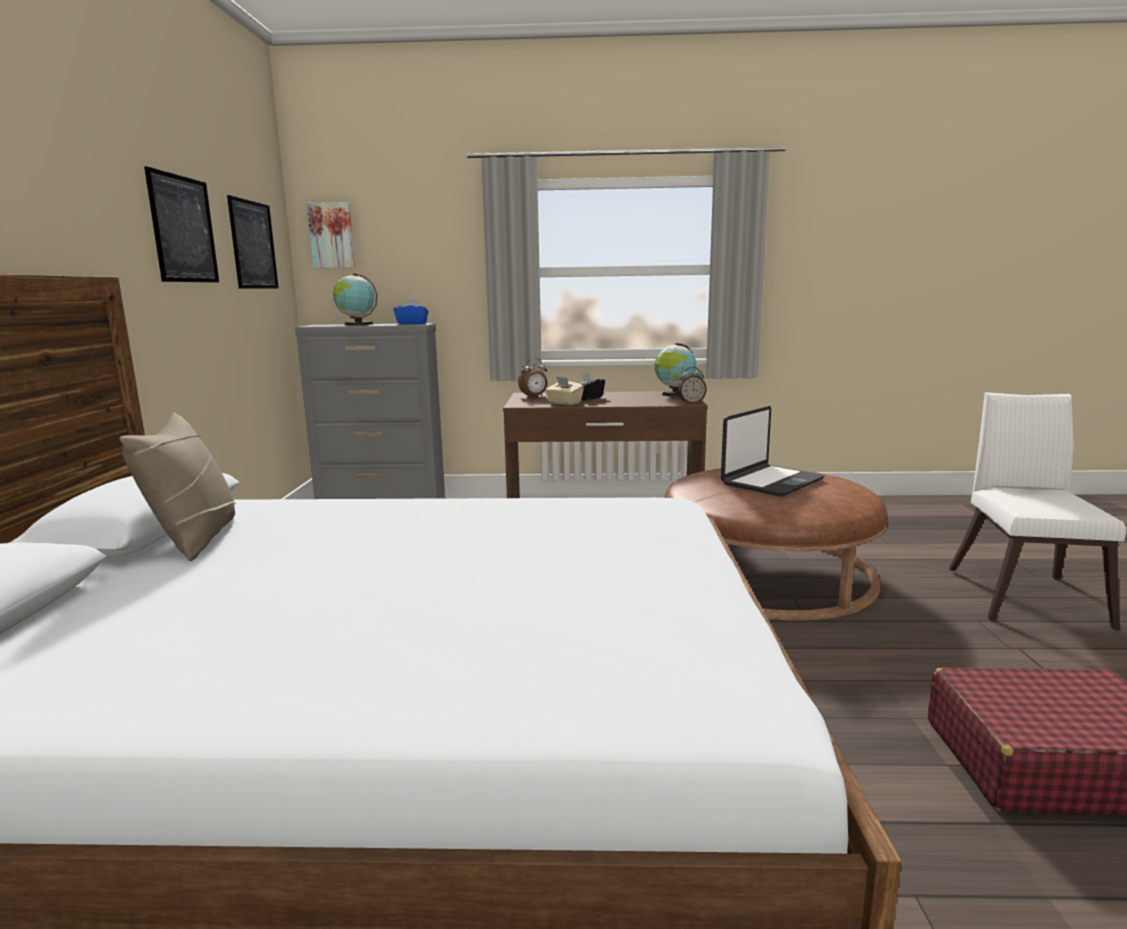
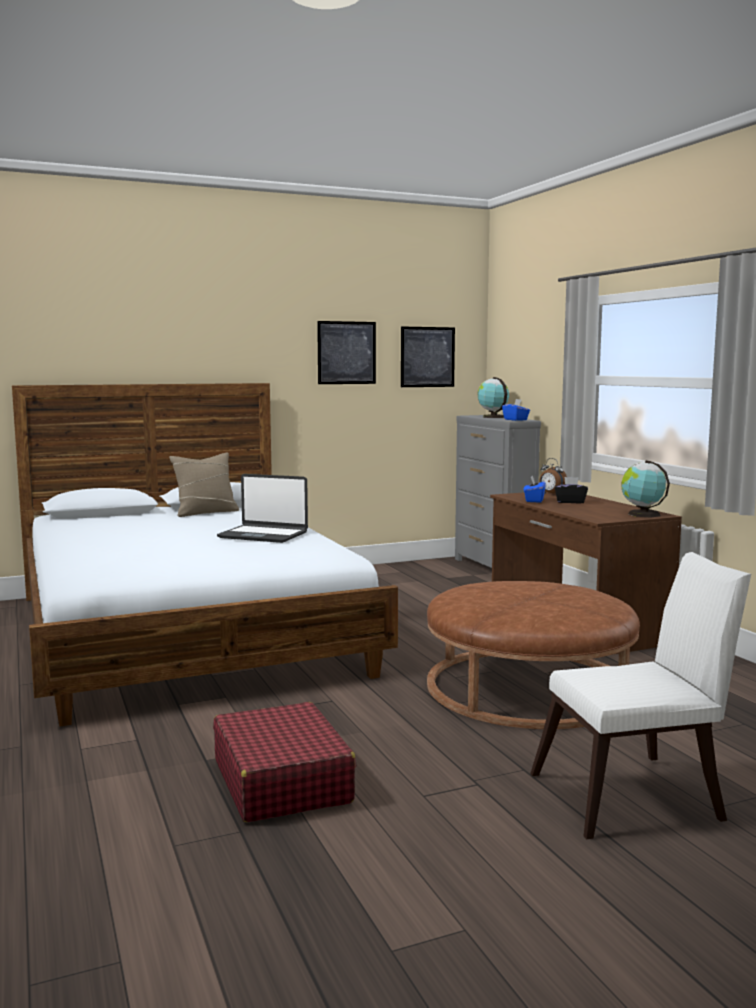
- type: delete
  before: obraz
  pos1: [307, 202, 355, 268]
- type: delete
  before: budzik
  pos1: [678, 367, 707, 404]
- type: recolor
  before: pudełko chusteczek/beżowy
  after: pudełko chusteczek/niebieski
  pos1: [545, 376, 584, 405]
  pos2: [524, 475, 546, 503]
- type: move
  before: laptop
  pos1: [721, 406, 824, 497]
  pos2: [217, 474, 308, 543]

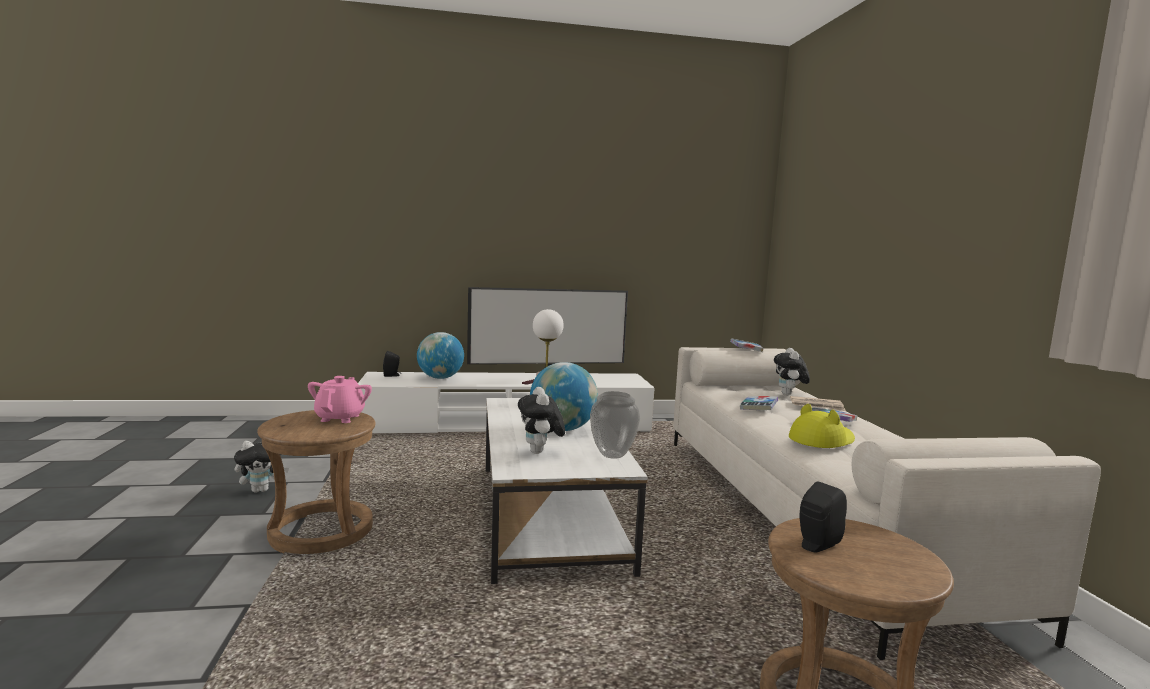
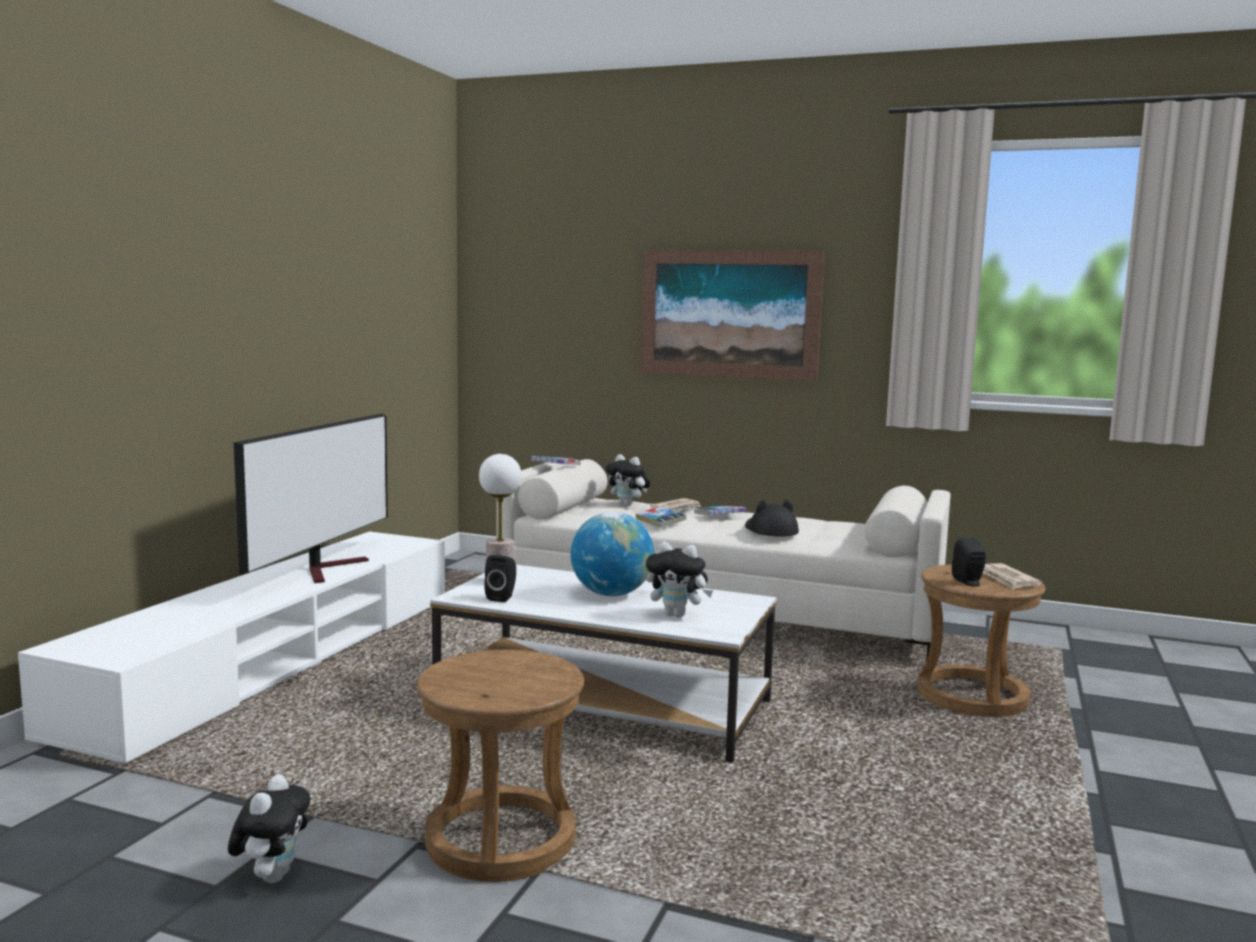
- type: delete
  before: globus
  pos1: [417, 332, 464, 379]
- type: move
  before: głośnik/czarny
  pos1: [383, 351, 400, 377]
  pos2: [484, 555, 516, 602]
- type: delete
  before: imbryk/różowy
  pos1: [308, 376, 372, 423]
- type: delete
  before: wazon
  pos1: [590, 391, 640, 459]
- type: recolor
  before: kapelusz/żółty
  after: kapelusz/czarny
  pos1: [789, 404, 855, 448]
  pos2: [745, 500, 799, 537]
- type: insert
  after: obraz
  pos2: [640, 250, 824, 381]
- type: insert
  after: gazeta
  pos2: [983, 563, 1042, 590]

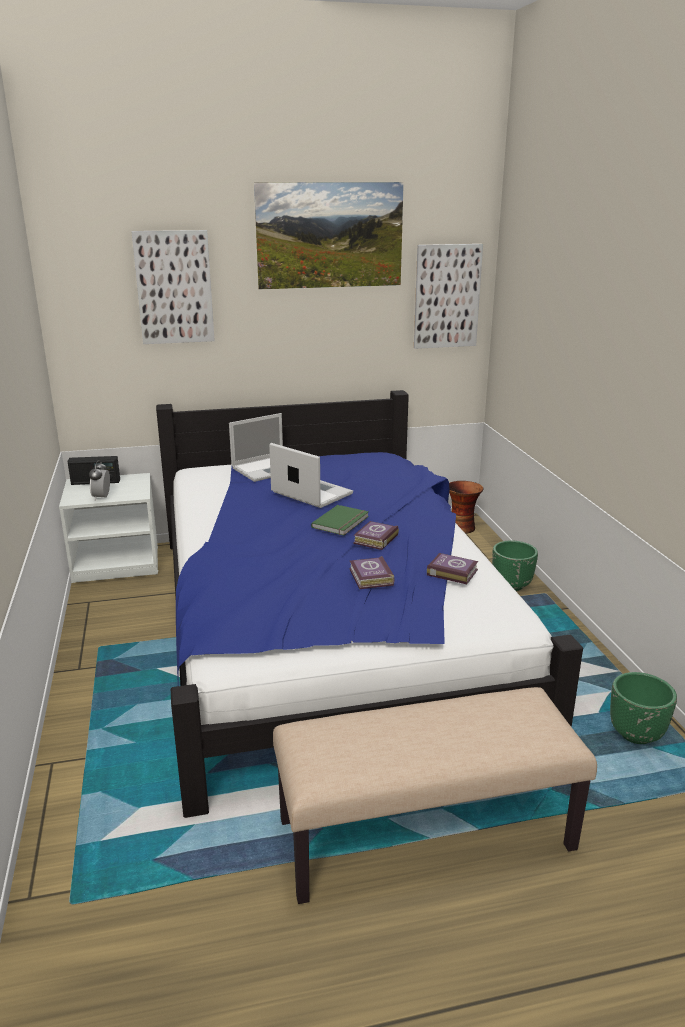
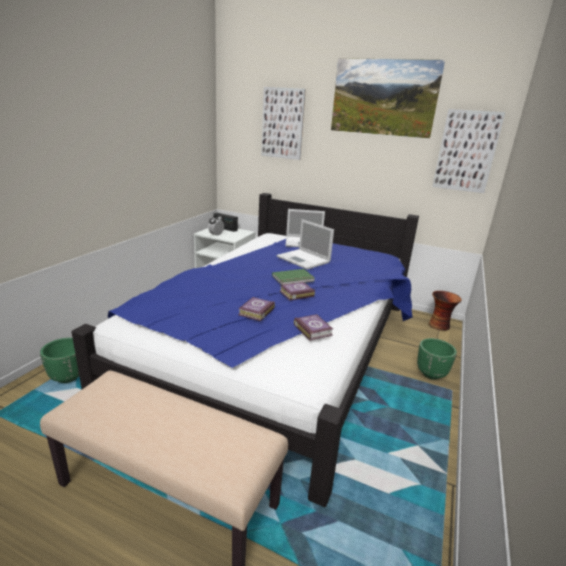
- type: rotate
  before: laptop
  pos1: [269, 443, 353, 508]
  pos2: [277, 219, 334, 270]
  turn: 150
- type: move
  before: donica/zielony
  pos1: [610, 672, 677, 744]
  pos2: [40, 338, 79, 383]

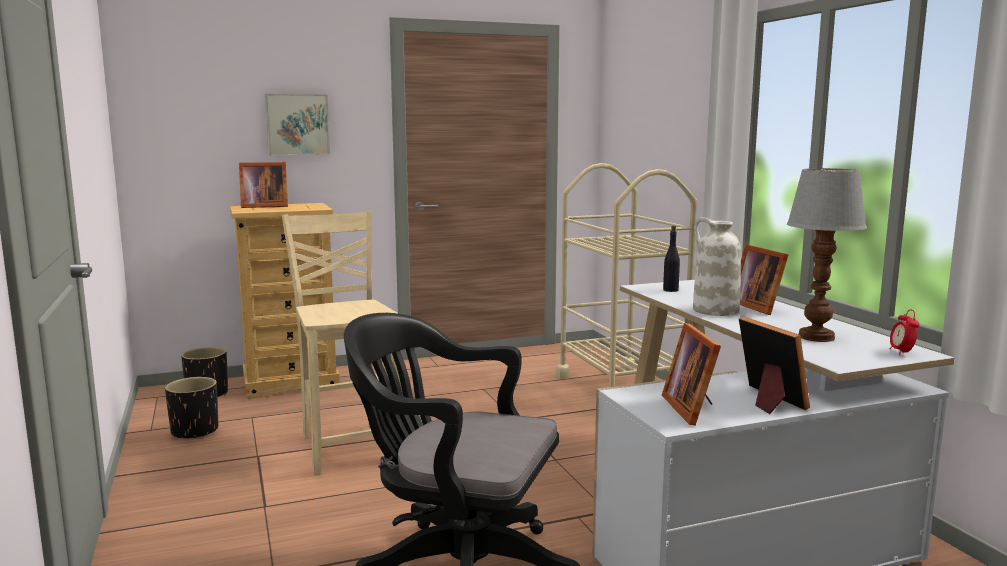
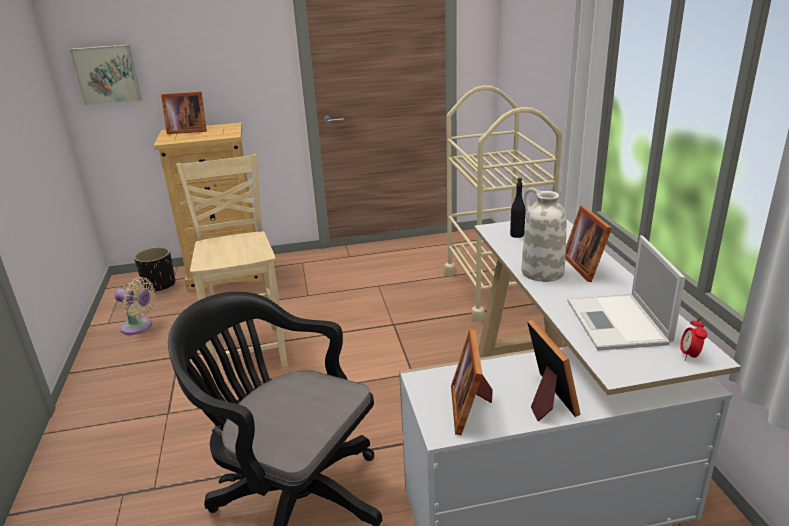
- type: move
  before: obraz
  pos1: [265, 94, 330, 156]
  pos2: [70, 44, 142, 106]
- type: replace
  before: lampa stołowa
  after: laptop
  pos1: [787, 168, 867, 342]
  pos2: [568, 235, 685, 351]
- type: replace
  before: donica/czarny
  after: wentylator/beżowy
  pos1: [165, 377, 218, 439]
  pos2: [115, 277, 155, 335]

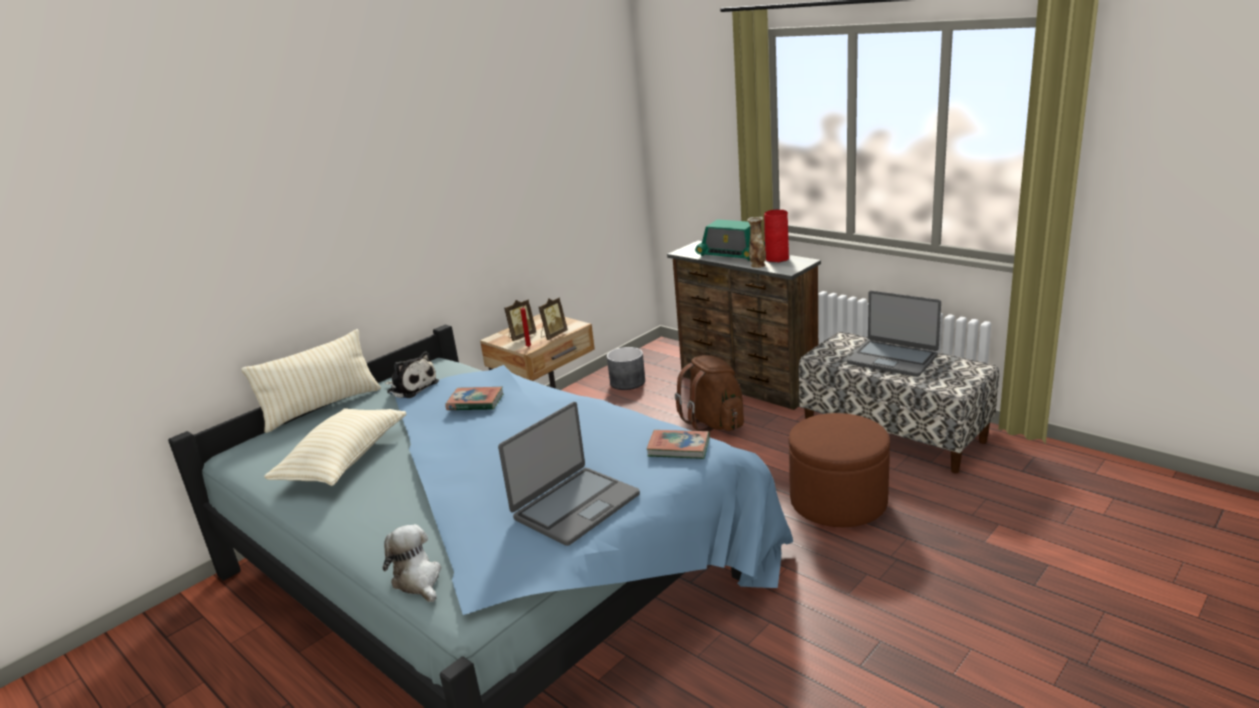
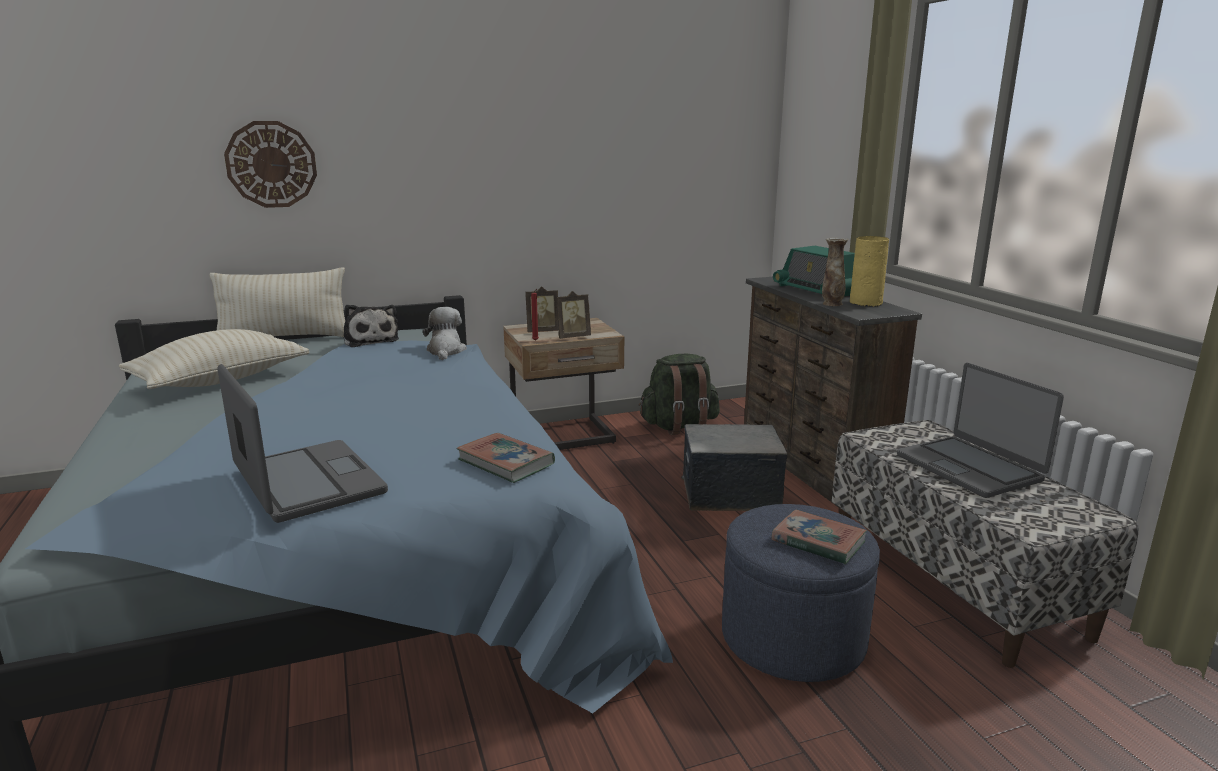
- type: recolor
  before: wazon/czerwony
  after: wazon/żółty
  pos1: [764, 210, 789, 262]
  pos2: [850, 236, 889, 307]
- type: replace
  before: donica/szary
  after: plecak/zielony
  pos1: [607, 347, 645, 390]
  pos2: [639, 354, 720, 435]
- type: replace
  before: plecak/brązowy
  after: pojemnik do przechowywania
  pos1: [675, 355, 744, 432]
  pos2: [681, 424, 788, 511]
- type: move
  before: książka
  pos1: [445, 387, 504, 410]
  pos2: [771, 509, 867, 564]
- type: rotate
  before: laptop
  pos1: [498, 402, 640, 546]
  pos2: [218, 364, 388, 523]
  turn: -105
- type: recolor
  before: pufa/brązowy
  after: pufa/niebieski
  pos1: [789, 413, 890, 527]
  pos2: [722, 504, 880, 682]
- type: move
  before: pluszak
  pos1: [383, 524, 441, 602]
  pos2: [423, 307, 467, 360]
- type: insert
  after: zegar ścienny
  pos2: [224, 121, 317, 208]

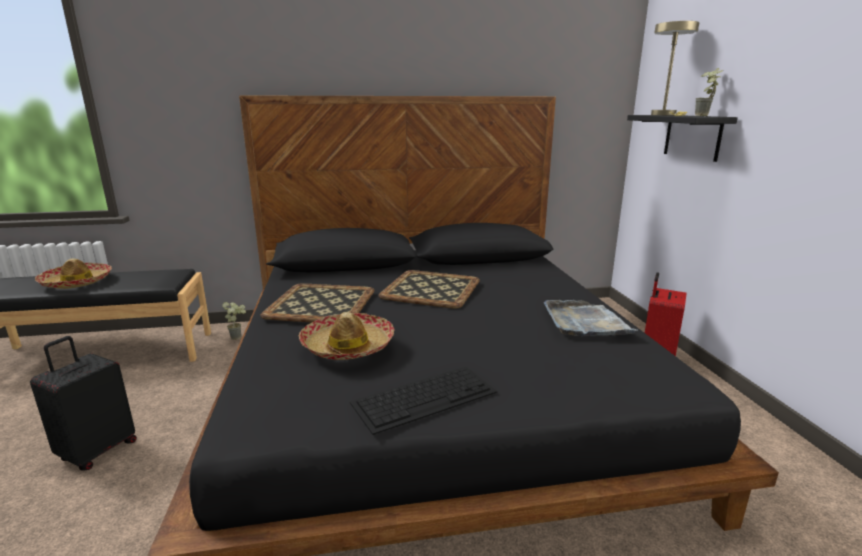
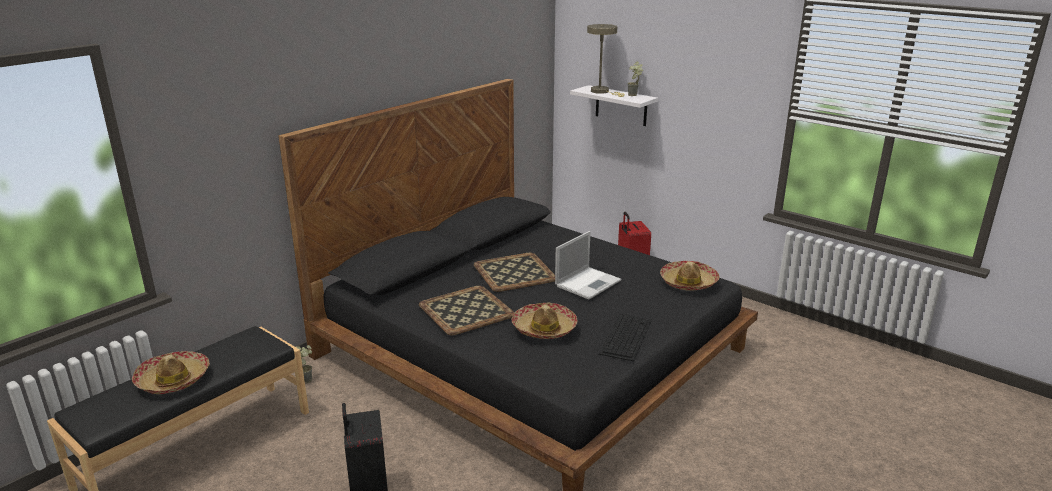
- type: recolor
  before: półka/czarny
  after: półka/biały
  pos1: [627, 115, 738, 162]
  pos2: [570, 85, 658, 126]
- type: delete
  before: taca/szary
  pos1: [544, 300, 639, 336]
- type: insert
  after: laptop
  pos2: [555, 231, 621, 299]
- type: insert
  after: kapelusz
  pos2: [660, 261, 719, 291]

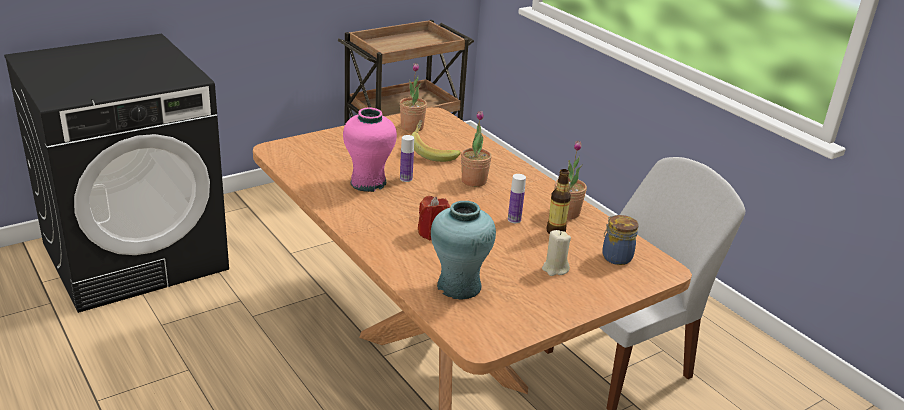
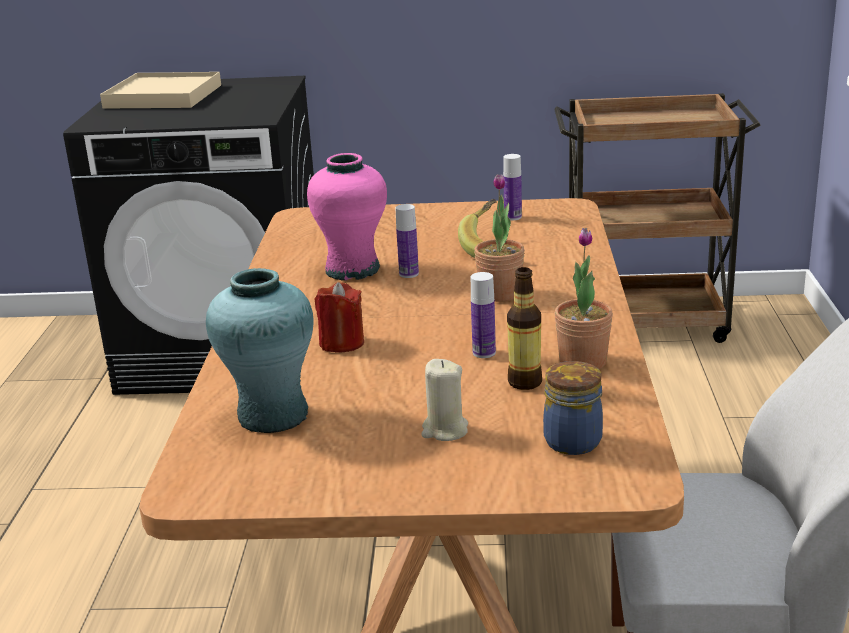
- type: replace
  before: roślina doniczkowa
  after: butelka
  pos1: [400, 63, 427, 132]
  pos2: [503, 154, 522, 220]
- type: insert
  after: taca/beżowy
  pos2: [100, 72, 221, 109]

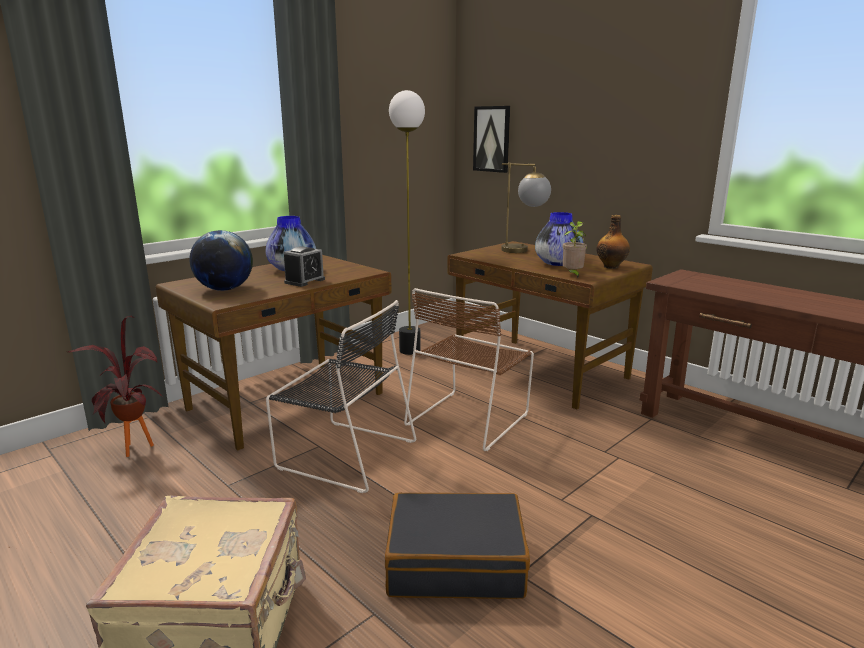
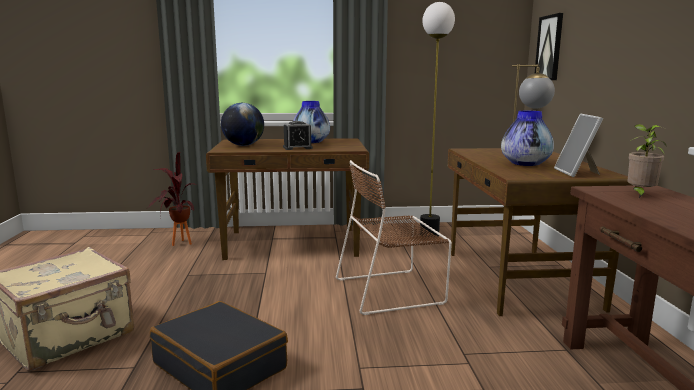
- type: replace
  before: butelka
  after: ramka na zdjęcie
  pos1: [596, 215, 630, 269]
  pos2: [554, 114, 603, 177]
- type: move
  before: roślina doniczkowa
  pos1: [563, 221, 587, 279]
  pos2: [627, 124, 667, 198]
- type: delete
  before: krzesło/czarny
  pos1: [266, 300, 416, 493]

